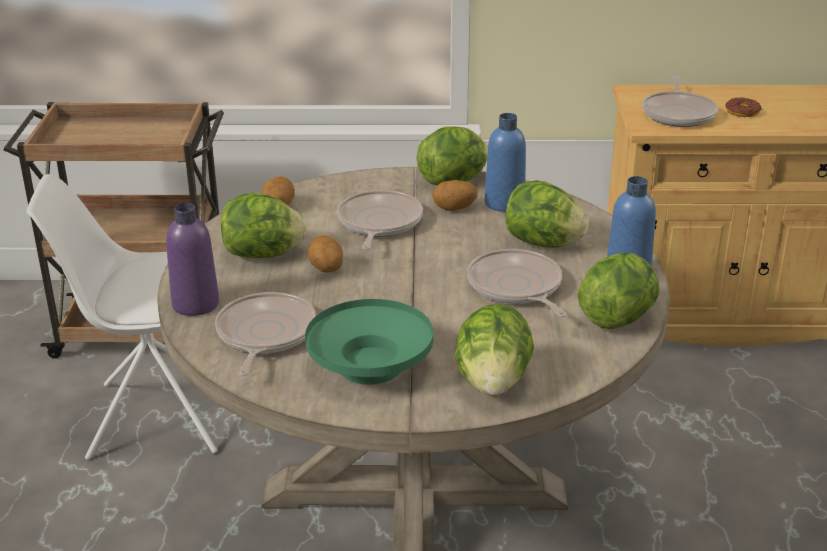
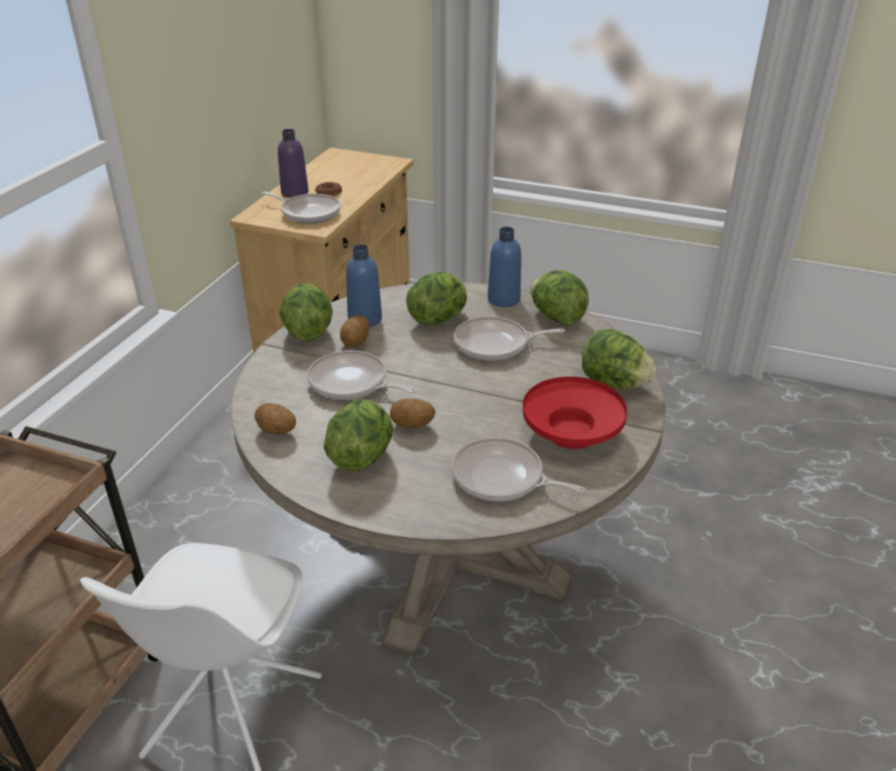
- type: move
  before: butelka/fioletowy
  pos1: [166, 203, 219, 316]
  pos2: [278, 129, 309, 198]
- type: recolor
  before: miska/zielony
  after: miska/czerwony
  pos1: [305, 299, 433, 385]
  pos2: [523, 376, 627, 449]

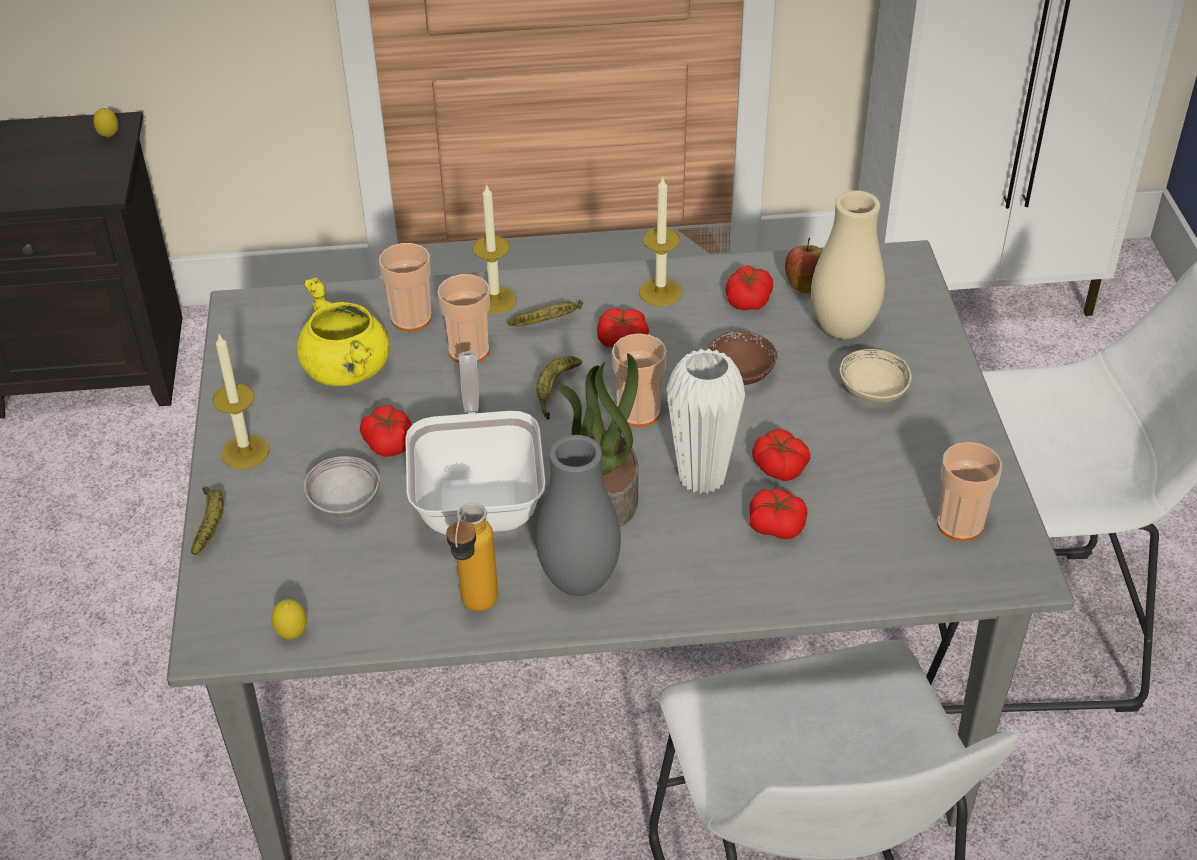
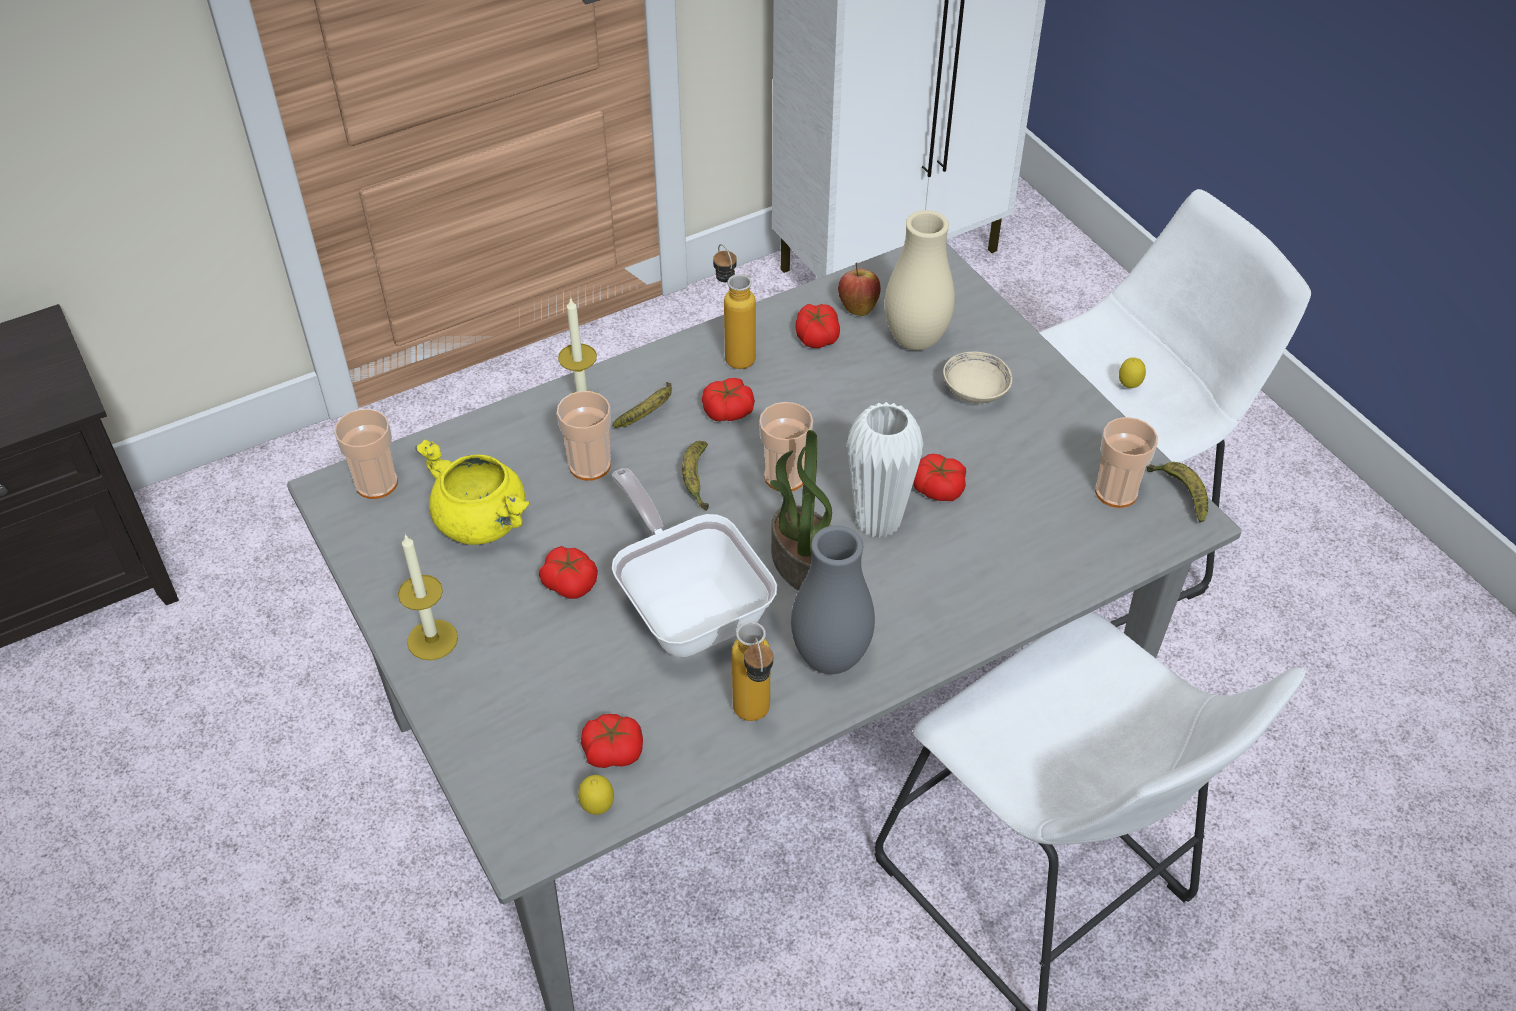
- type: move
  before: cytryna
  pos1: [93, 108, 118, 138]
  pos2: [1119, 358, 1146, 388]
- type: replace
  before: świeca
  after: butelka
  pos1: [639, 176, 682, 306]
  pos2: [713, 244, 756, 369]
- type: move
  before: filiżanka
  pos1: [379, 243, 431, 331]
  pos2: [334, 409, 398, 499]
- type: delete
  before: miska/brązowy
  pos1: [708, 331, 778, 385]
- type: delete
  before: miska/szary
  pos1: [304, 456, 380, 517]
- type: move
  before: banan
  pos1: [191, 487, 224, 555]
  pos2: [1147, 462, 1208, 523]
- type: move
  before: pomidor
  pos1: [749, 488, 807, 539]
  pos2: [581, 714, 643, 768]

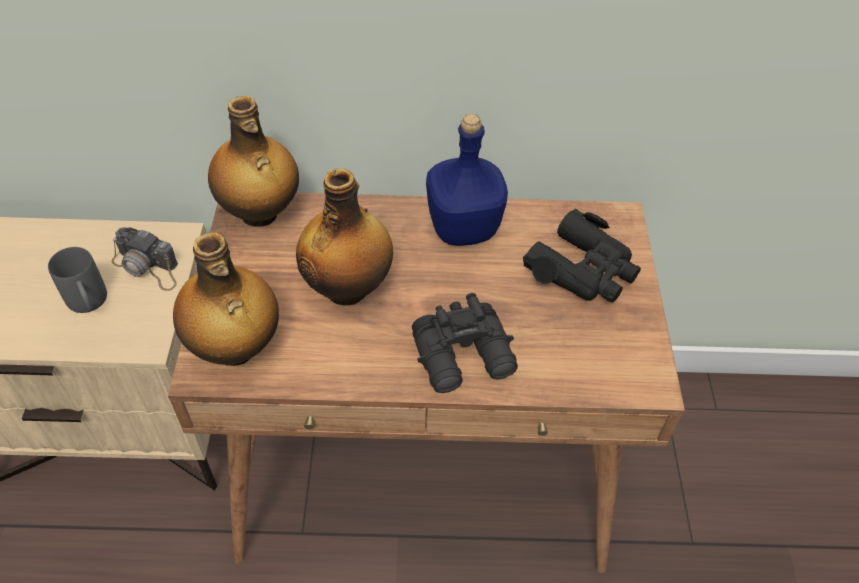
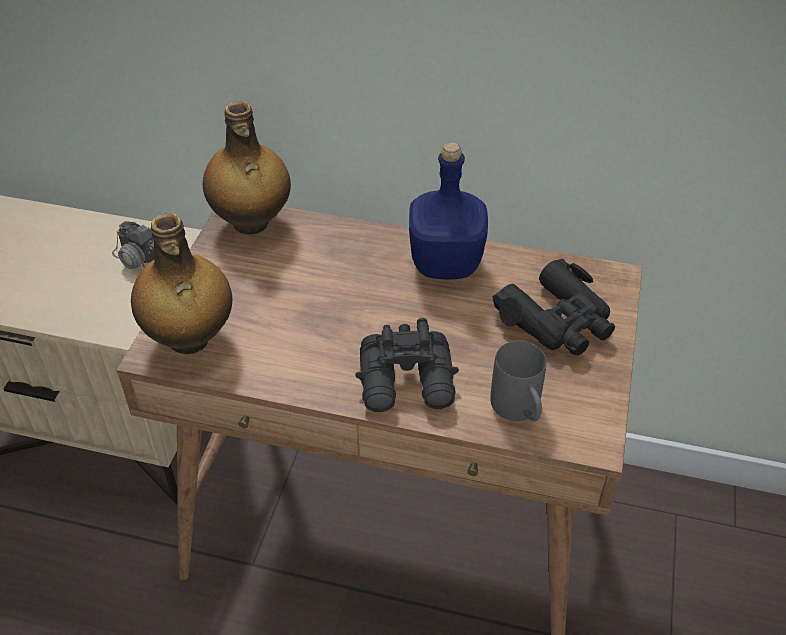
- type: delete
  before: butelka
  pos1: [296, 168, 393, 305]
- type: move
  before: kubek/szary
  pos1: [48, 247, 107, 313]
  pos2: [490, 341, 546, 421]

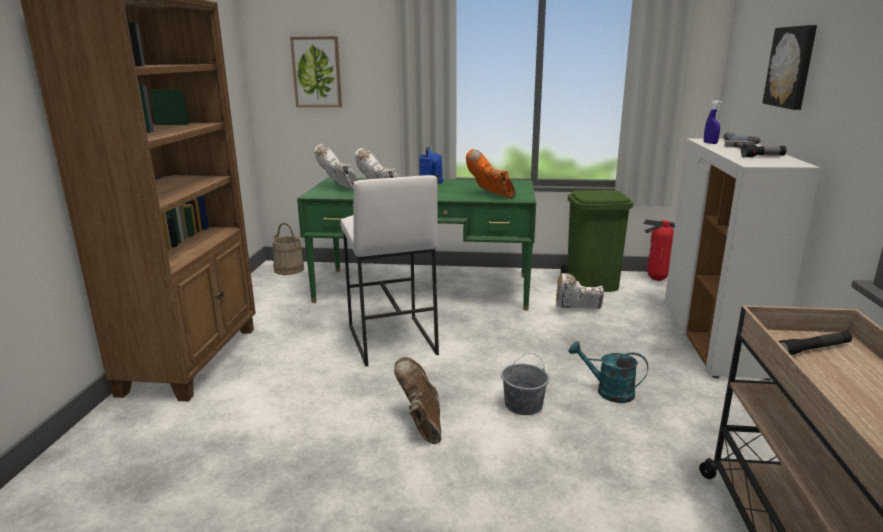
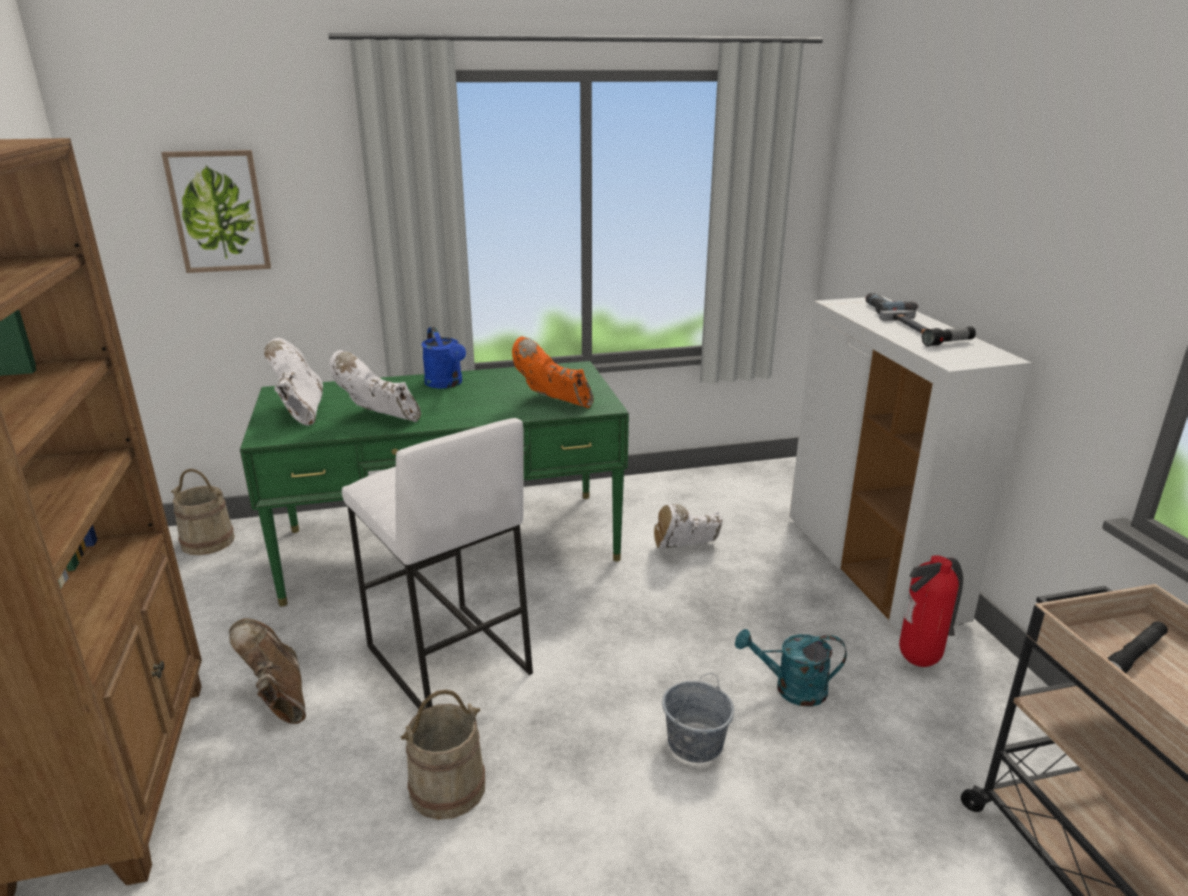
- type: delete
  before: obraz
  pos1: [762, 25, 817, 110]
- type: delete
  before: spryskiwacz/niebieski
  pos1: [704, 100, 722, 144]
- type: rotate
  before: but z cholewką/biały
  pos1: [314, 144, 358, 189]
  pos2: [264, 338, 323, 426]
  turn: 45
- type: delete
  before: kosz na śmieci/zielony
  pos1: [561, 190, 633, 292]
- type: move
  before: gaśnica
  pos1: [643, 219, 675, 281]
  pos2: [899, 555, 963, 667]
- type: move
  before: but z cholewką/brązowy
  pos1: [394, 357, 441, 444]
  pos2: [229, 618, 306, 724]
- type: insert
  after: wiadro/beżowy
  pos2: [400, 690, 485, 820]

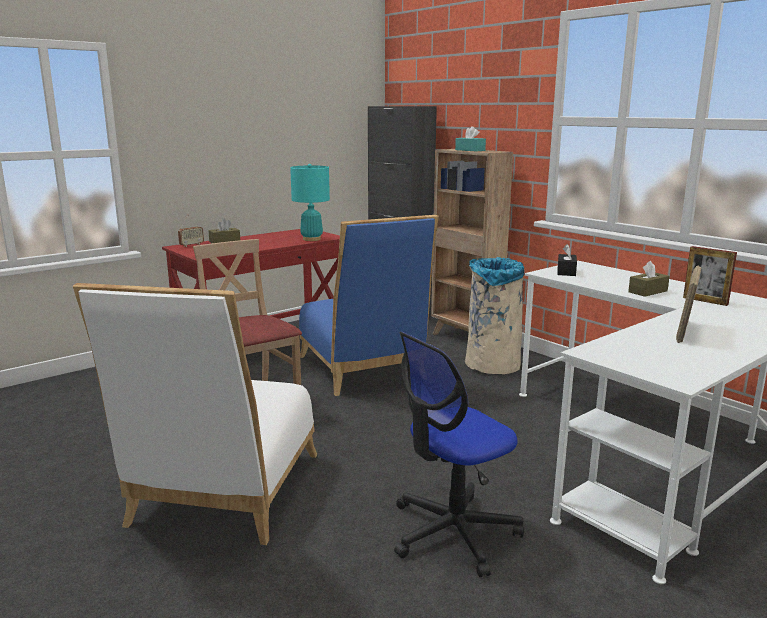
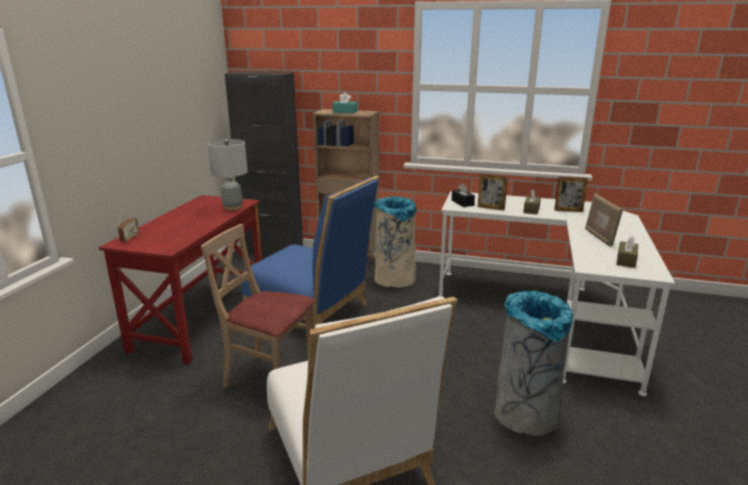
- type: recolor
  before: lampa stołowa/turkusowy
  after: lampa stołowa/szary
  pos1: [290, 164, 330, 241]
  pos2: [208, 139, 248, 211]
- type: move
  before: pudełko chusteczek/brązowy
  pos1: [208, 218, 240, 243]
  pos2: [616, 235, 638, 268]
- type: replace
  before: krzesło biurowe
  after: kosz na śmieci/szary
  pos1: [394, 332, 524, 578]
  pos2: [494, 291, 573, 436]
- type: insert
  after: ramka na zdjęcie
  pos2: [478, 174, 508, 210]

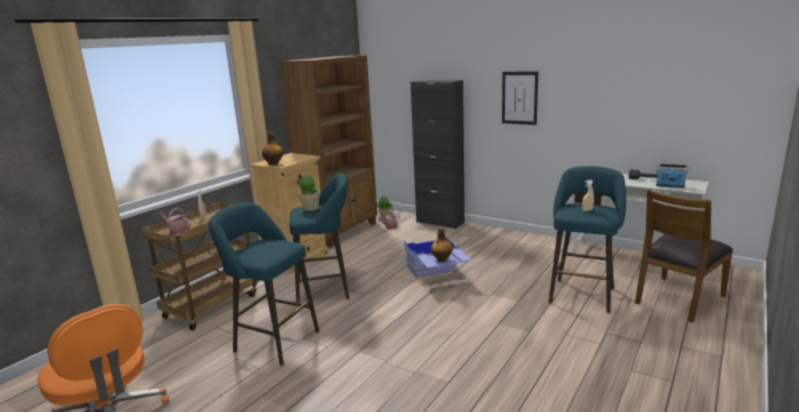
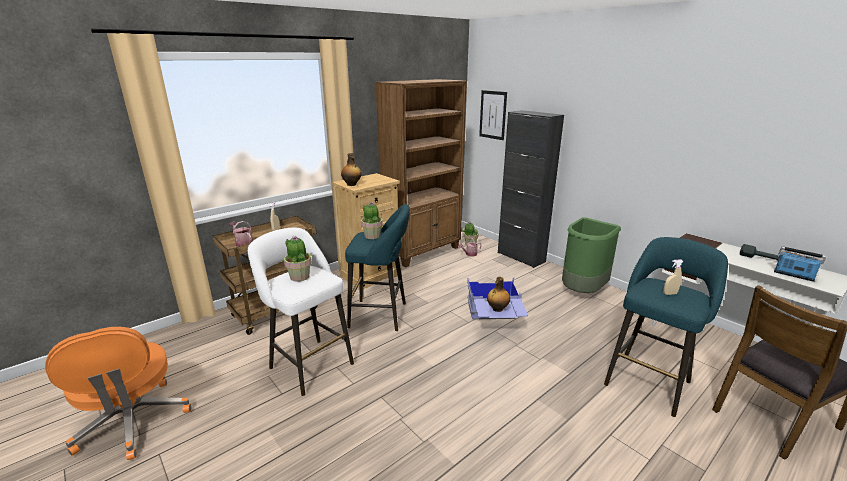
- type: move
  before: obraz
  pos1: [502, 71, 538, 125]
  pos2: [479, 90, 507, 140]
- type: recolor
  before: stołek/turkusowy
  after: stołek/biały
  pos1: [209, 202, 319, 365]
  pos2: [248, 228, 354, 396]
- type: insert
  after: kosz na śmieci/zielony
  pos2: [562, 217, 621, 293]
- type: insert
  after: roślina doniczkowa
  pos2: [284, 235, 312, 282]

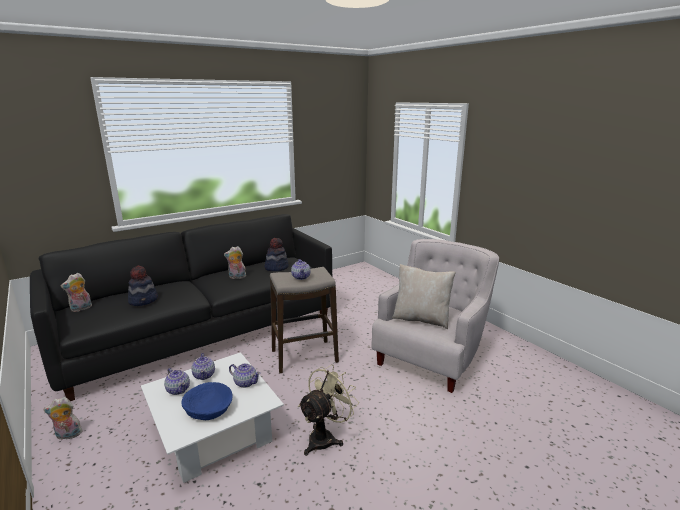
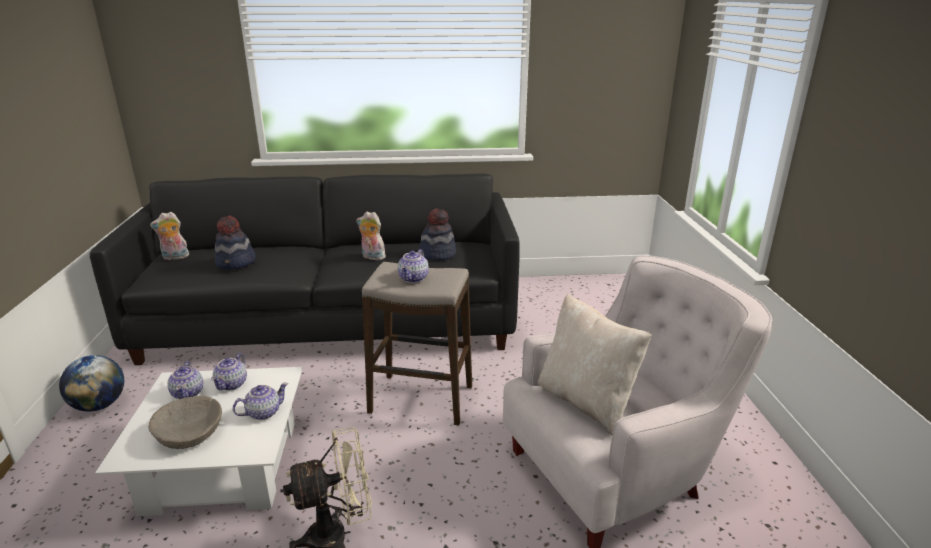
- type: rotate
  before: imbryk
  pos1: [229, 364, 261, 388]
  pos2: [233, 383, 288, 420]
  turn: -90
- type: recolor
  before: miska/niebieski
  after: miska/beżowy
  pos1: [181, 382, 232, 420]
  pos2: [148, 396, 222, 449]
- type: replace
  before: pluszak
  after: globus
  pos1: [43, 397, 82, 440]
  pos2: [59, 355, 124, 411]

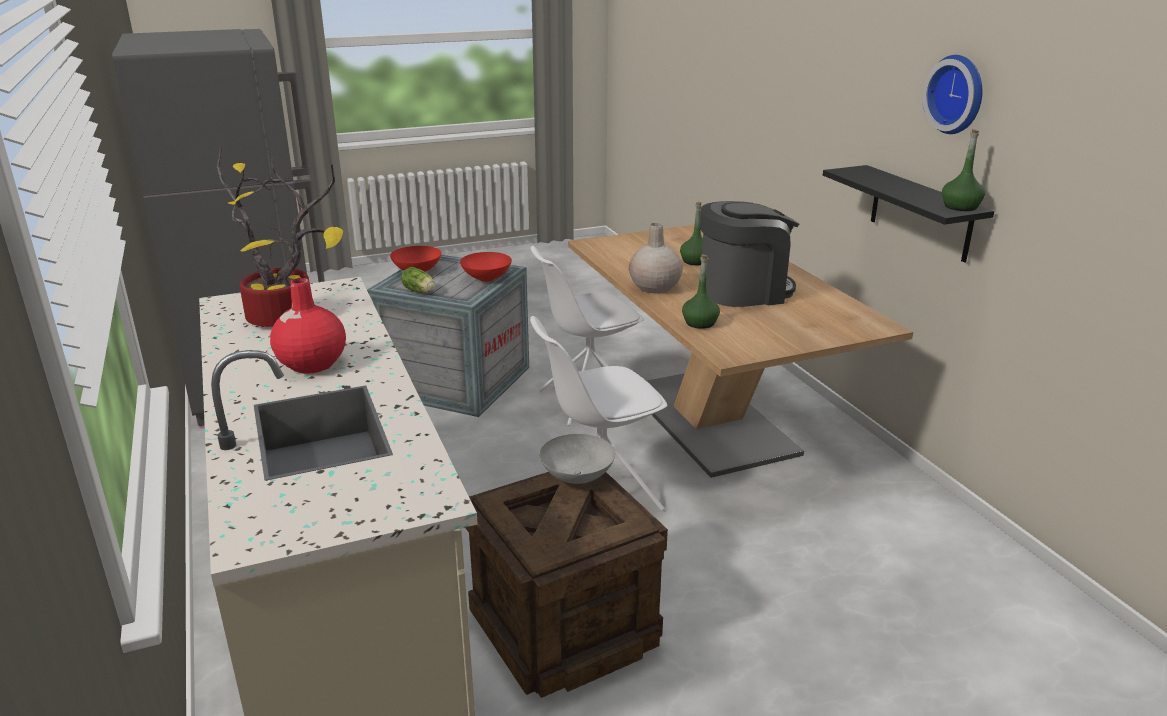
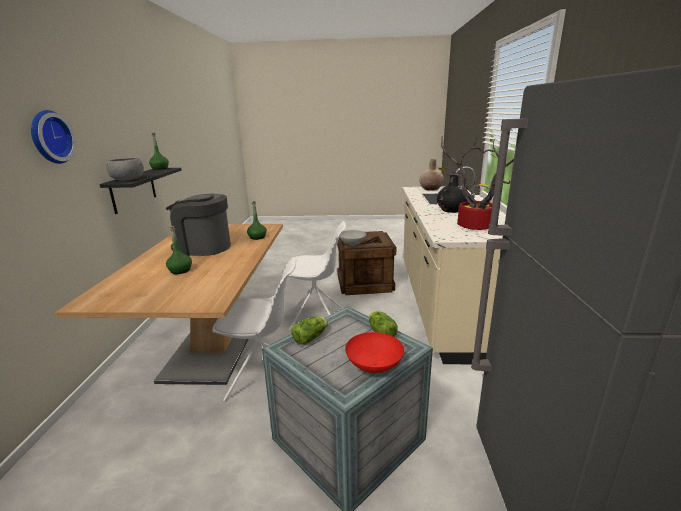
- type: move
  before: zegar ścienny
  pos1: [922, 55, 982, 134]
  pos2: [31, 110, 76, 164]
- type: move
  before: wazon/beżowy
  pos1: [629, 223, 683, 293]
  pos2: [419, 159, 444, 191]
- type: replace
  before: miska/czerwony
  after: sałata
  pos1: [460, 252, 512, 282]
  pos2: [291, 316, 328, 344]
- type: recolor
  before: wazon/czerwony
  after: wazon/czarny
  pos1: [270, 278, 346, 374]
  pos2: [437, 173, 467, 213]
- type: insert
  after: miska/szary
  pos2: [106, 158, 144, 181]

